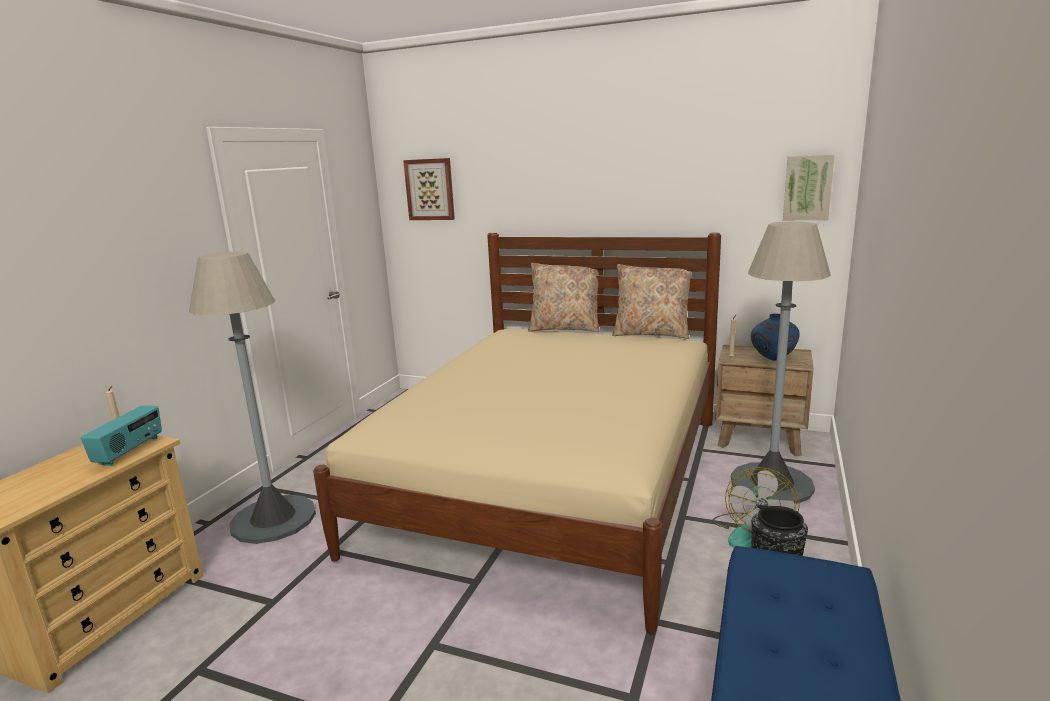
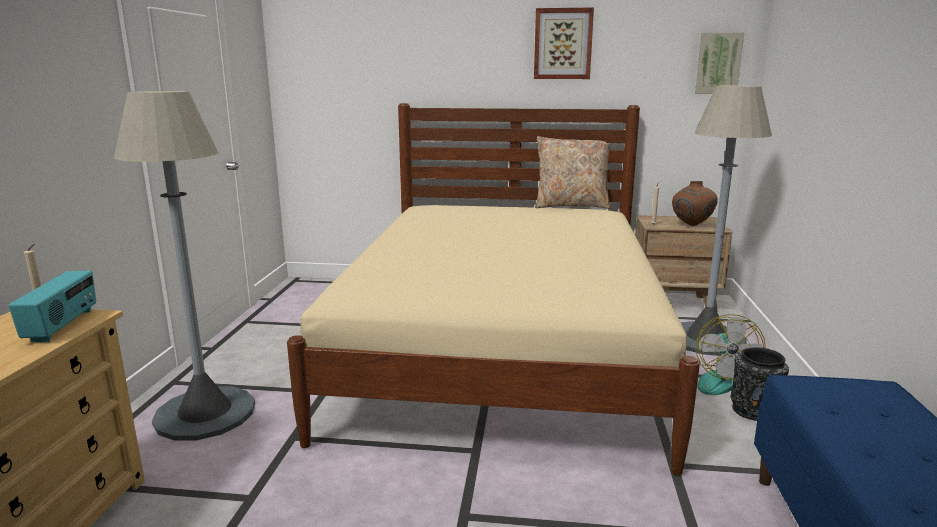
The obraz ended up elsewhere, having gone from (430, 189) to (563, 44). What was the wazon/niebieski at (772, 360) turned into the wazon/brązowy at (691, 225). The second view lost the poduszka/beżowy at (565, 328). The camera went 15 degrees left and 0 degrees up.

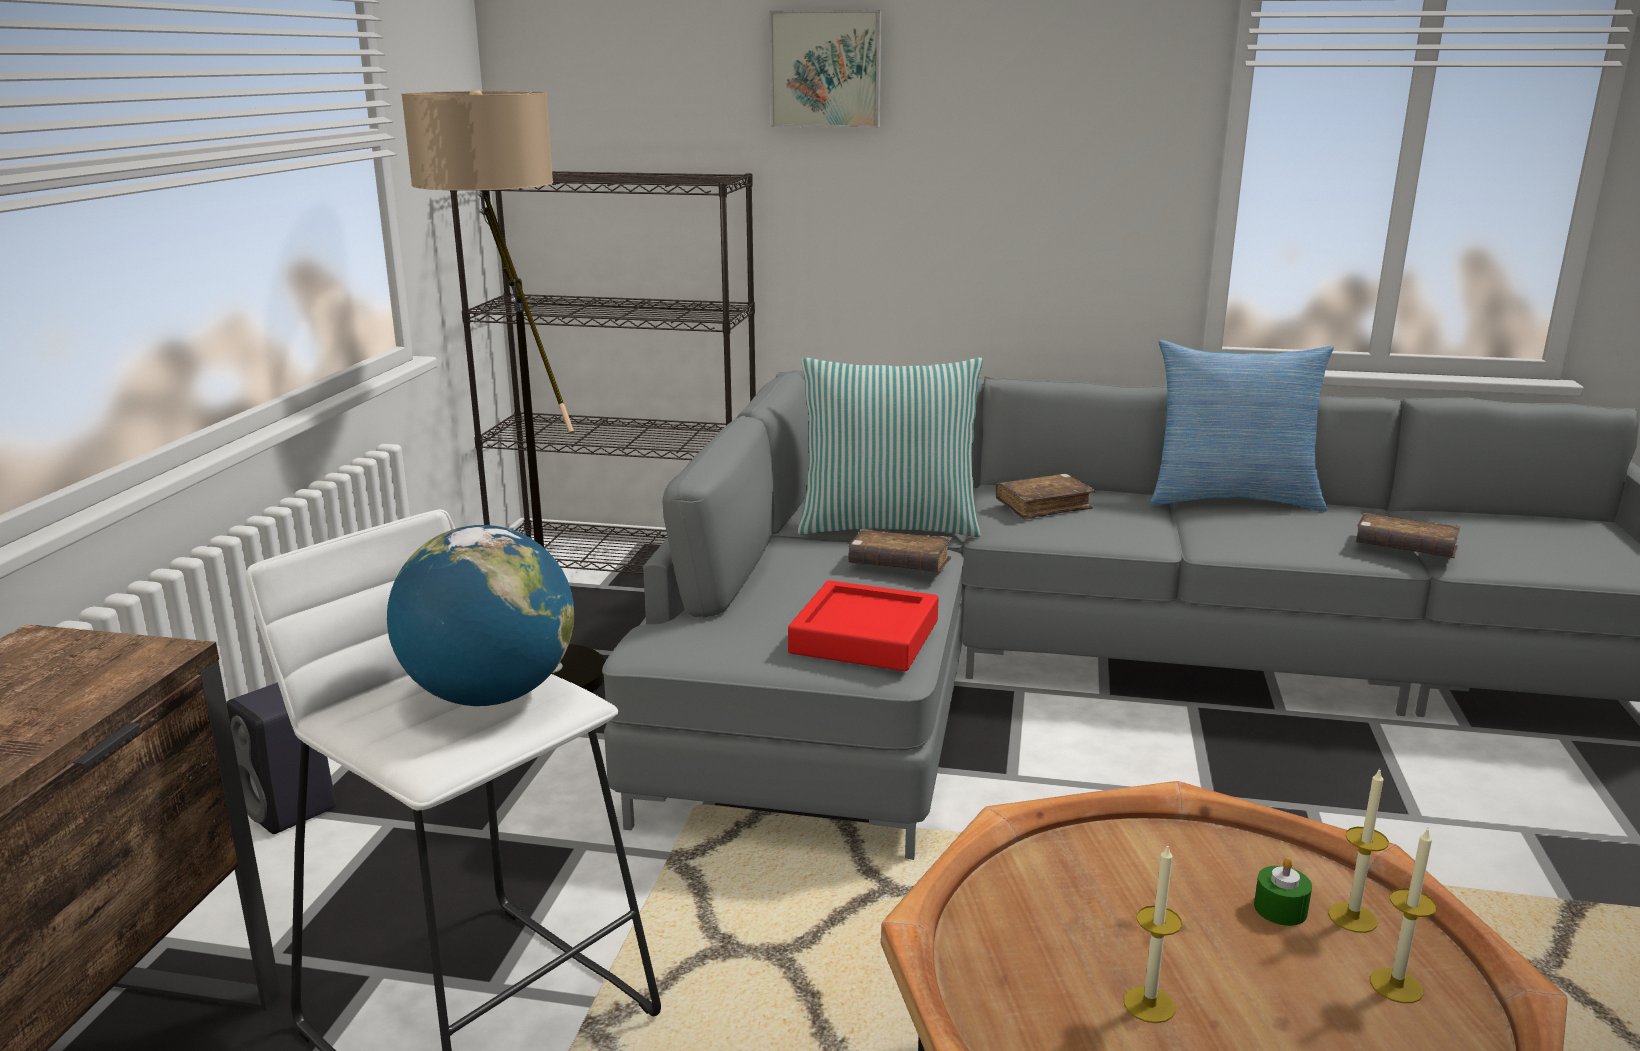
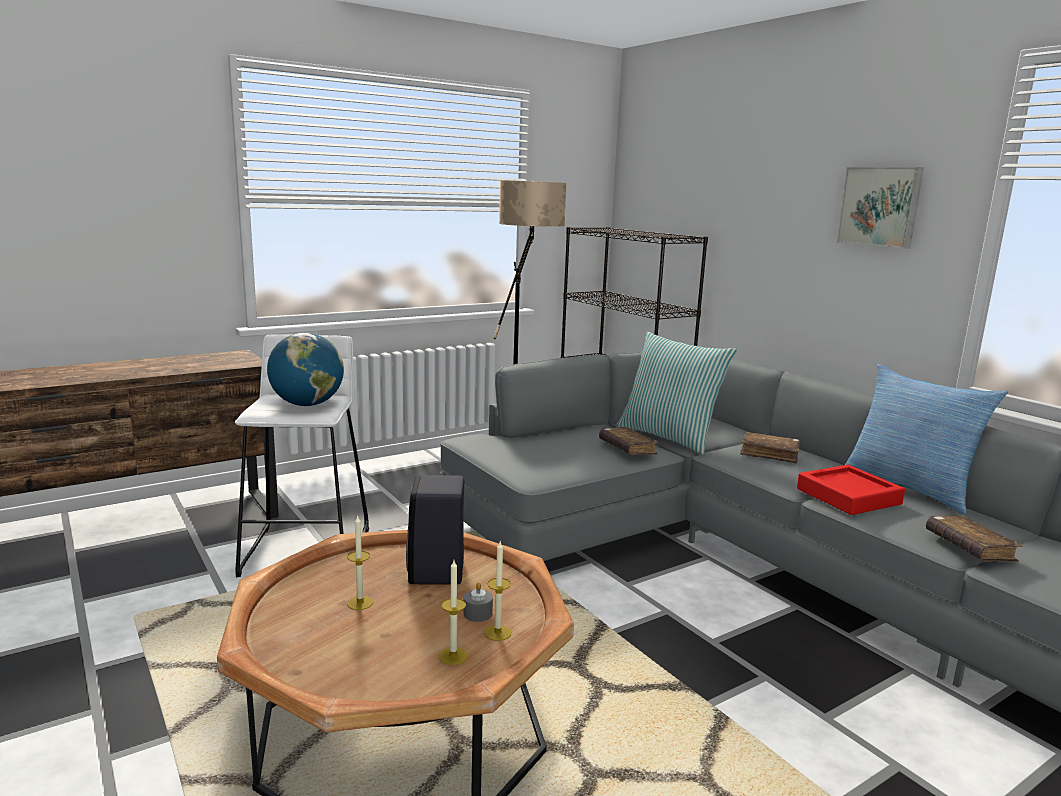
The głośnik/czarny ended up elsewhere, having gone from (291, 809) to (437, 573). What was the świeca/zielony at (1280, 909) turned into the świeca/szary at (478, 613). The taca/czerwony ended up elsewhere, having gone from (864, 637) to (848, 496). The obraz ended up elsewhere, having gone from (826, 69) to (880, 206). The camera went 45 degrees right and 5 degrees down.

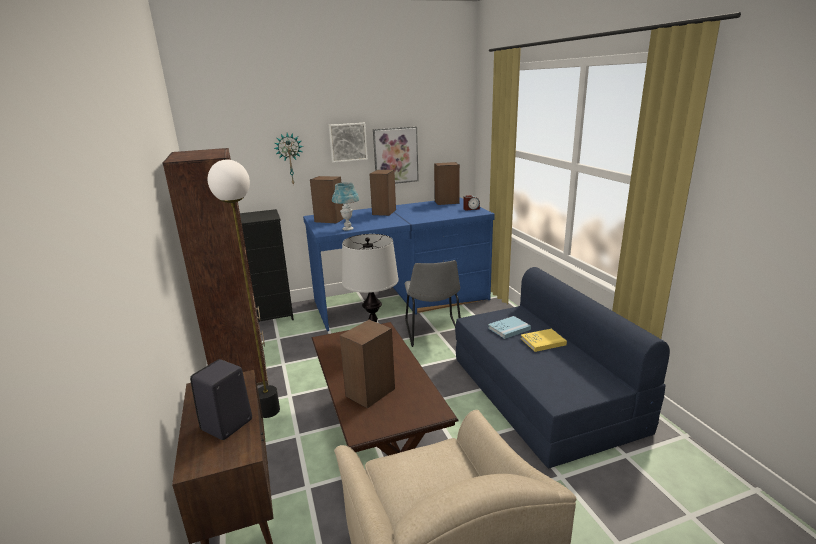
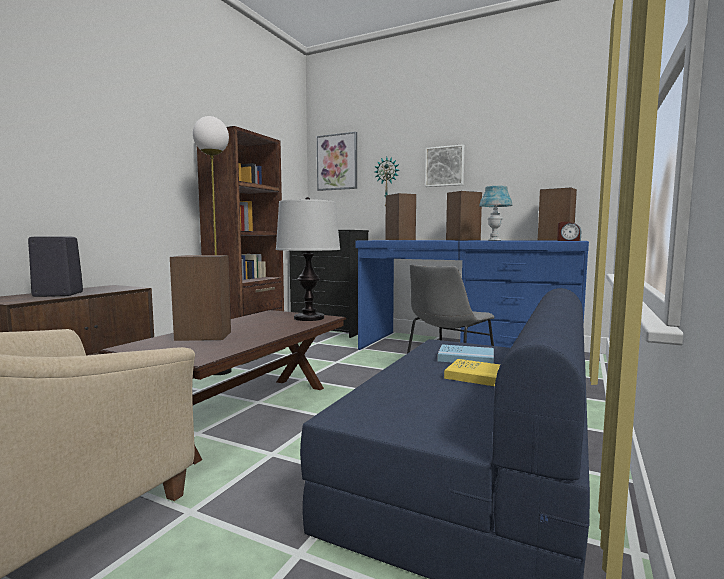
The obraz ended up elsewhere, having gone from (395, 155) to (337, 162). The lampa stołowa/niebieski ended up elsewhere, having gone from (348, 229) to (494, 240). The camera went 45 degrees right and 15 degrees down.

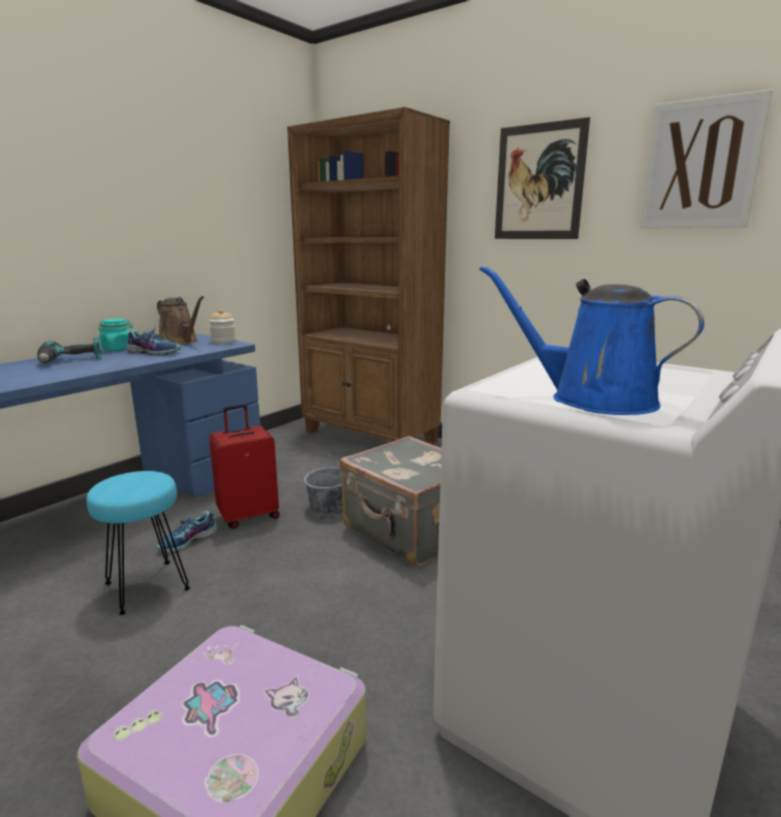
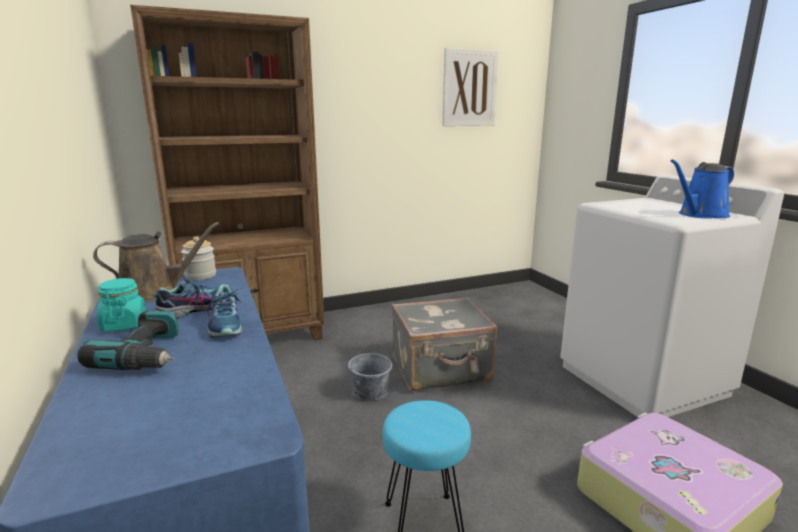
The but ended up elsewhere, having gone from (188, 541) to (226, 324). The second view lost the walizka/czerwony at (248, 516). The second view lost the obraz at (539, 182). The camera went 60 degrees left and 0 degrees up.

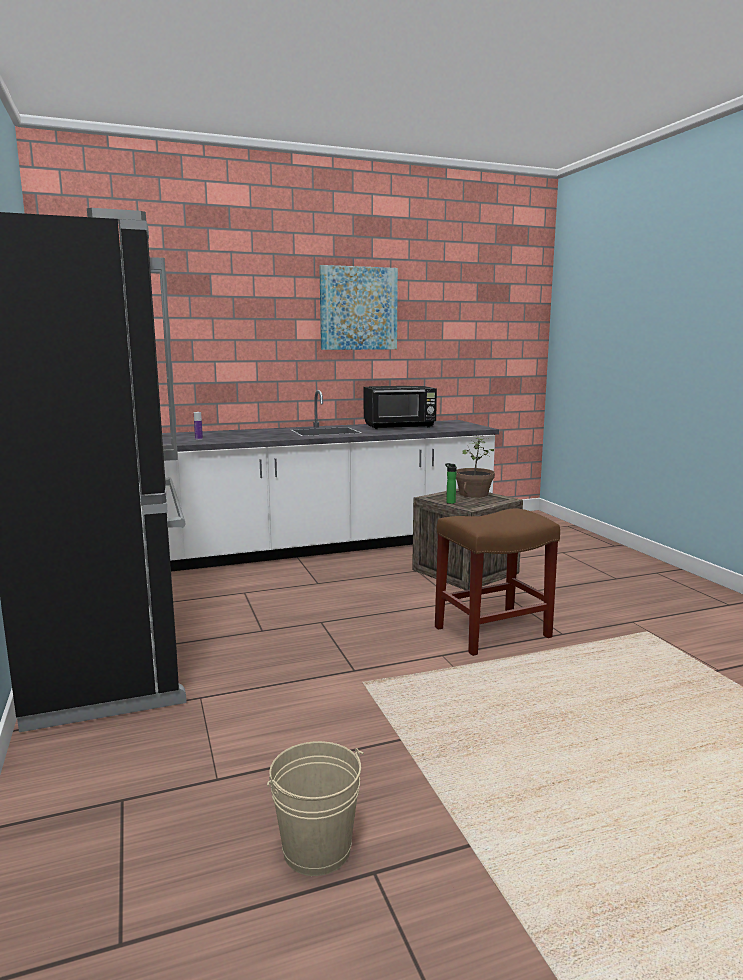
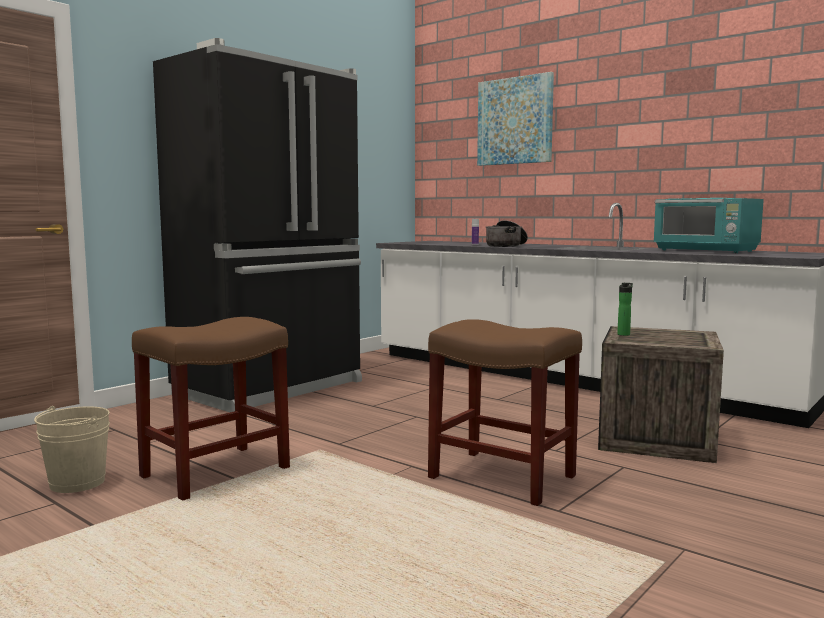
The second view gained the stołek/brązowy at (217, 471). The obraz ended up elsewhere, having gone from (358, 308) to (515, 121). The second view gained the garnek at (506, 245). What was the mikrofalówka/czarny at (400, 426) turned into the mikrofalówka/turkusowy at (706, 251). The second view lost the roślina doniczkowa at (473, 494). The camera went 60 degrees right and 5 degrees down.

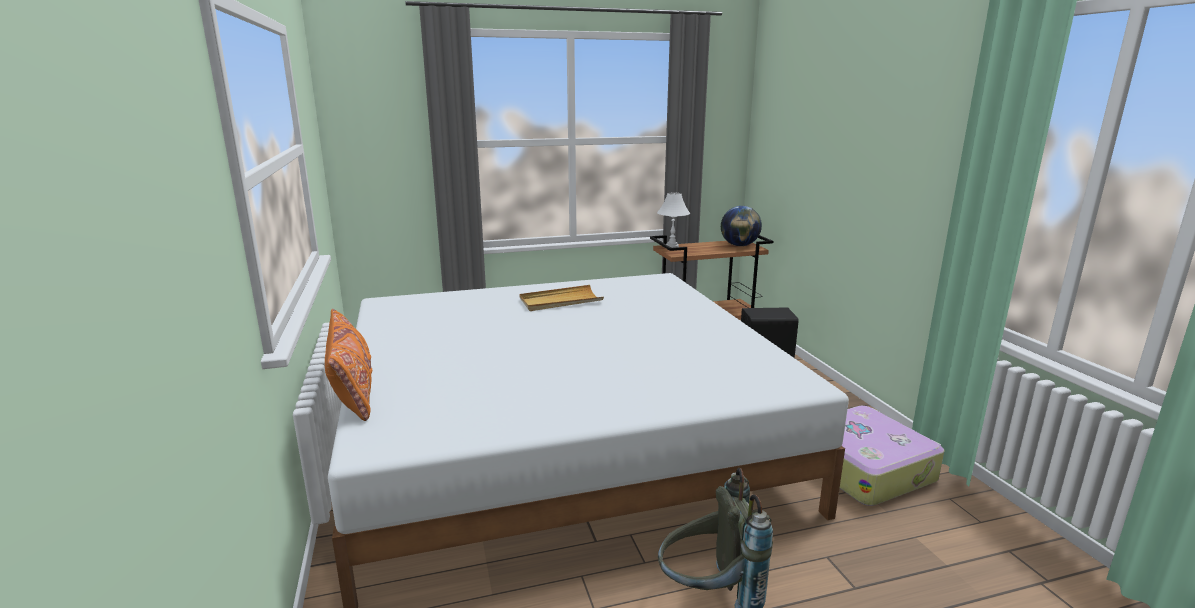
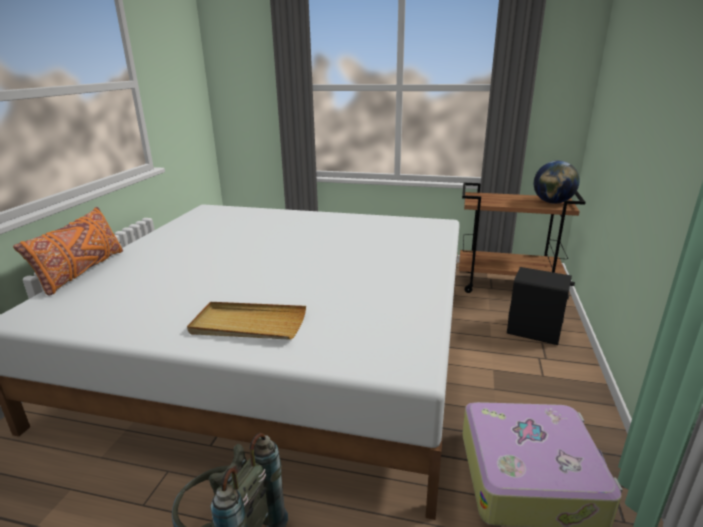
The taca/beżowy ended up elsewhere, having gone from (560, 301) to (248, 325). The second view lost the lampa stołowa/biały at (672, 247). The camera went 30 degrees right and 5 degrees up.

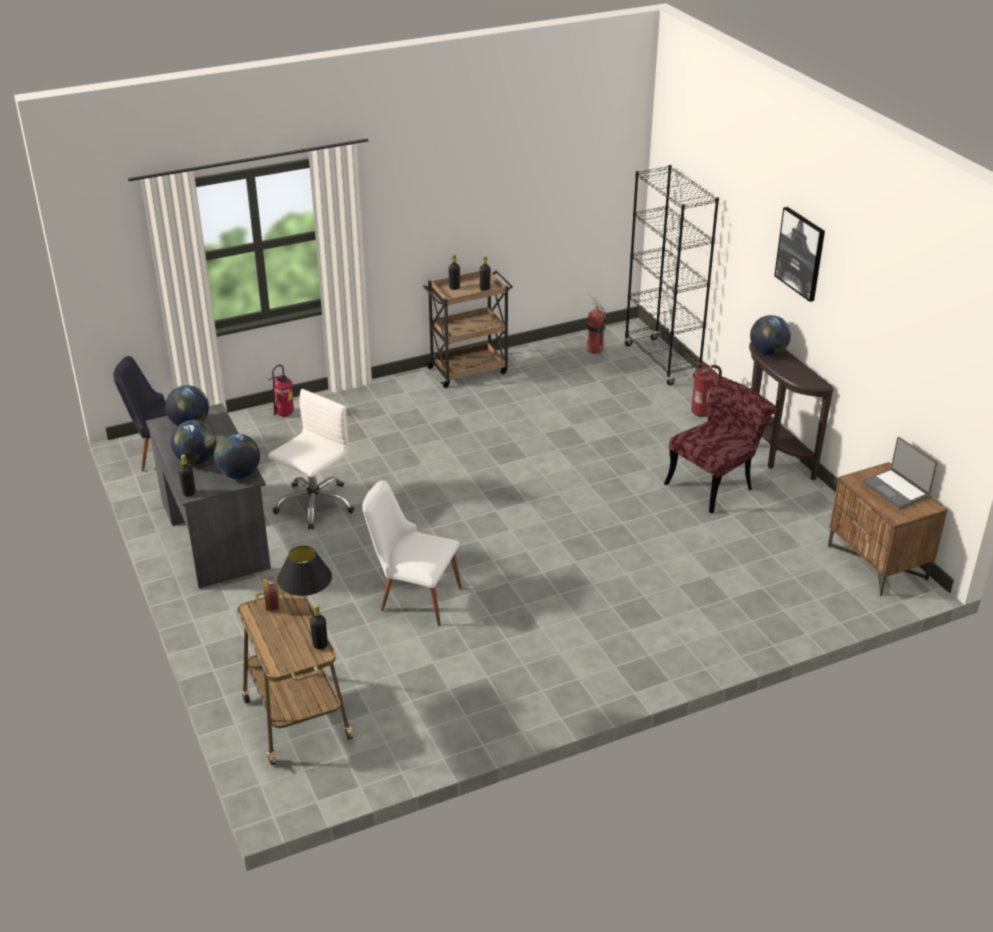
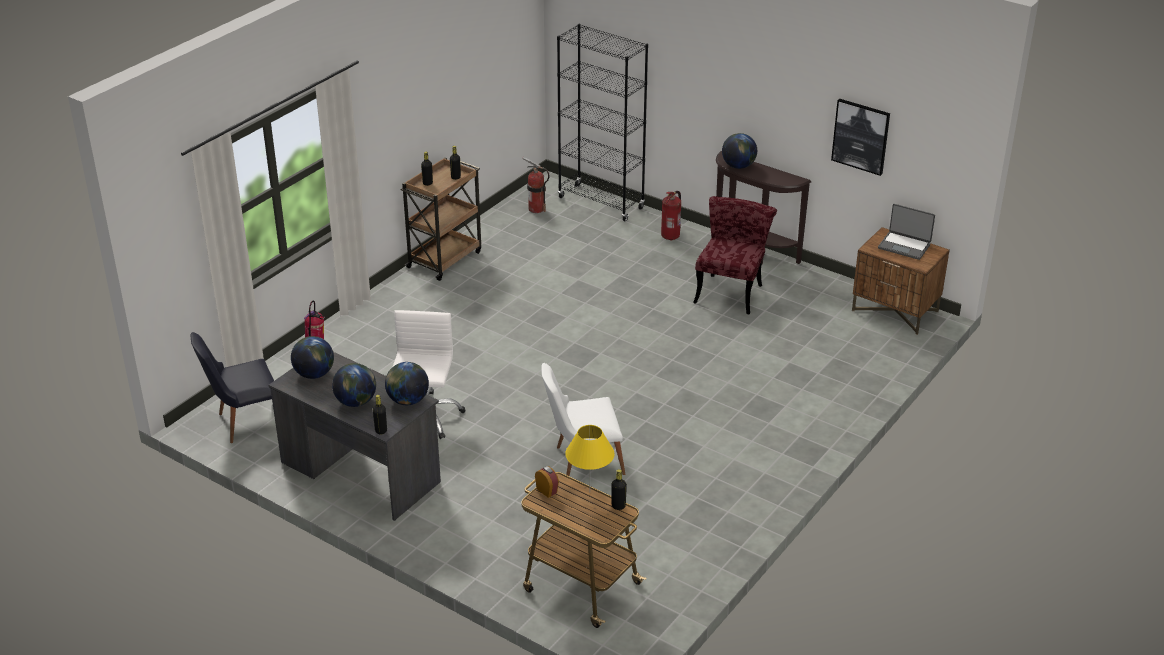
What was the lampa stołowa/czarny at (309, 621) turned into the lampa stołowa/żółty at (589, 492). The obraz ended up elsewhere, having gone from (800, 253) to (861, 136). The camera went 30 degrees left and 0 degrees up.

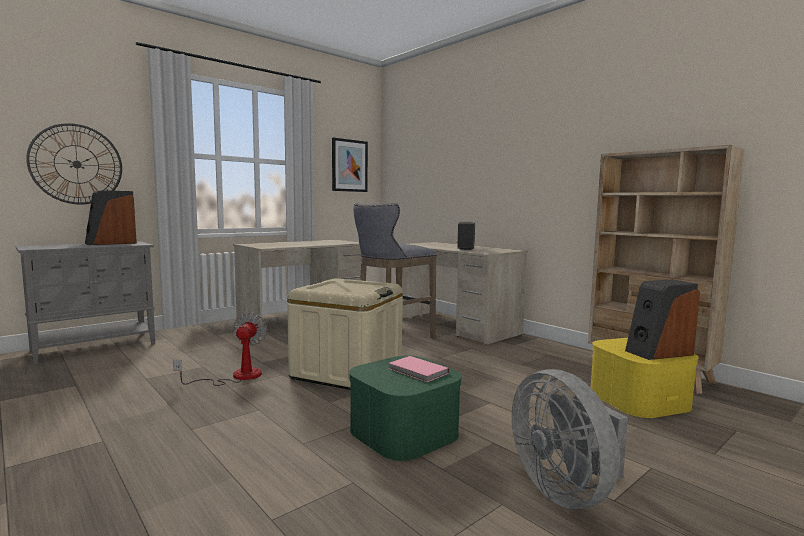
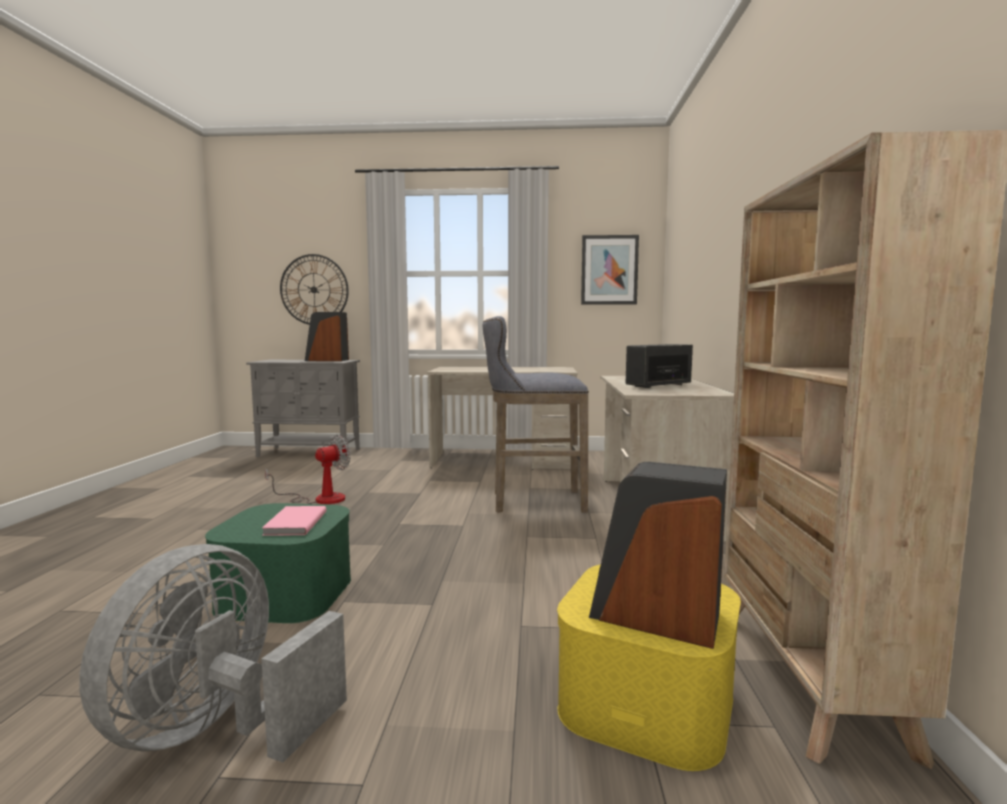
The second view lost the pojemnik do przechowywania/beżowy at (347, 371). The camera went 45 degrees right and 0 degrees up.

